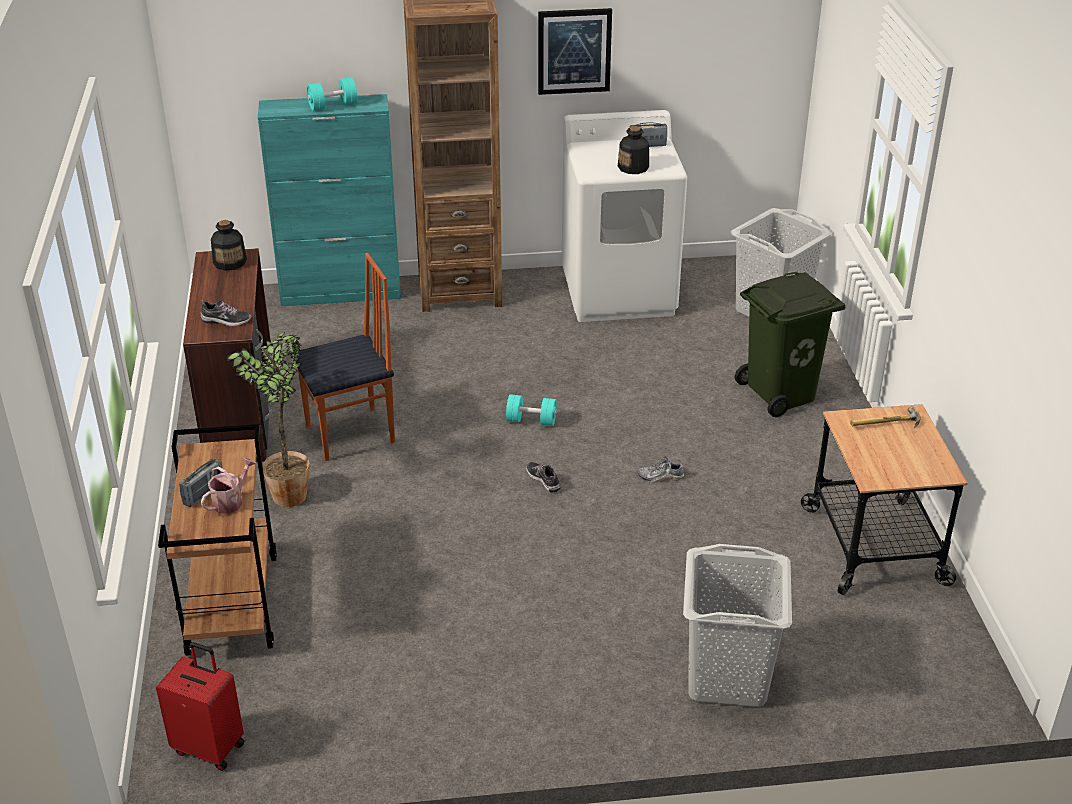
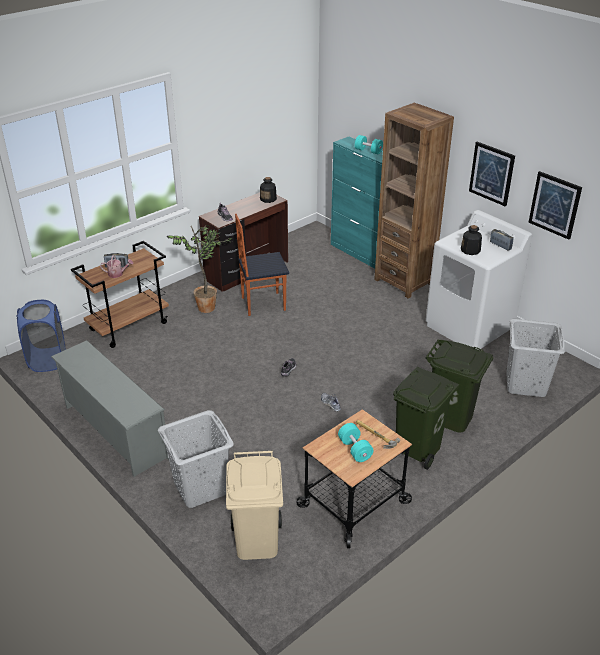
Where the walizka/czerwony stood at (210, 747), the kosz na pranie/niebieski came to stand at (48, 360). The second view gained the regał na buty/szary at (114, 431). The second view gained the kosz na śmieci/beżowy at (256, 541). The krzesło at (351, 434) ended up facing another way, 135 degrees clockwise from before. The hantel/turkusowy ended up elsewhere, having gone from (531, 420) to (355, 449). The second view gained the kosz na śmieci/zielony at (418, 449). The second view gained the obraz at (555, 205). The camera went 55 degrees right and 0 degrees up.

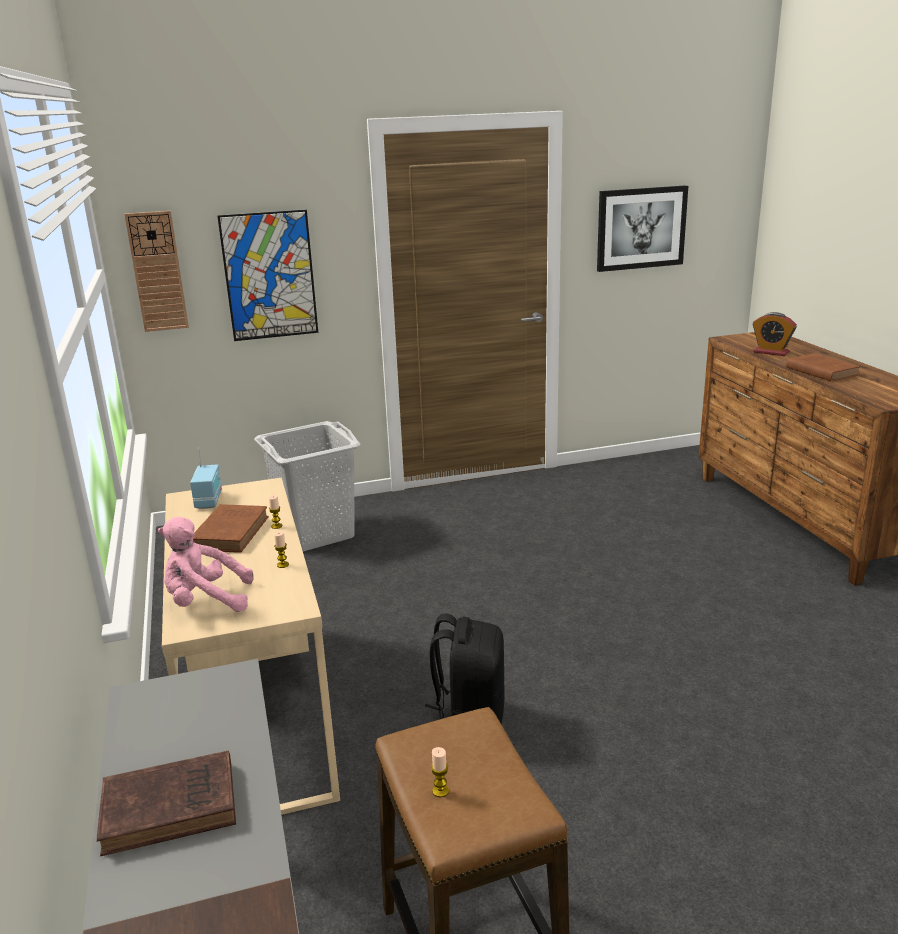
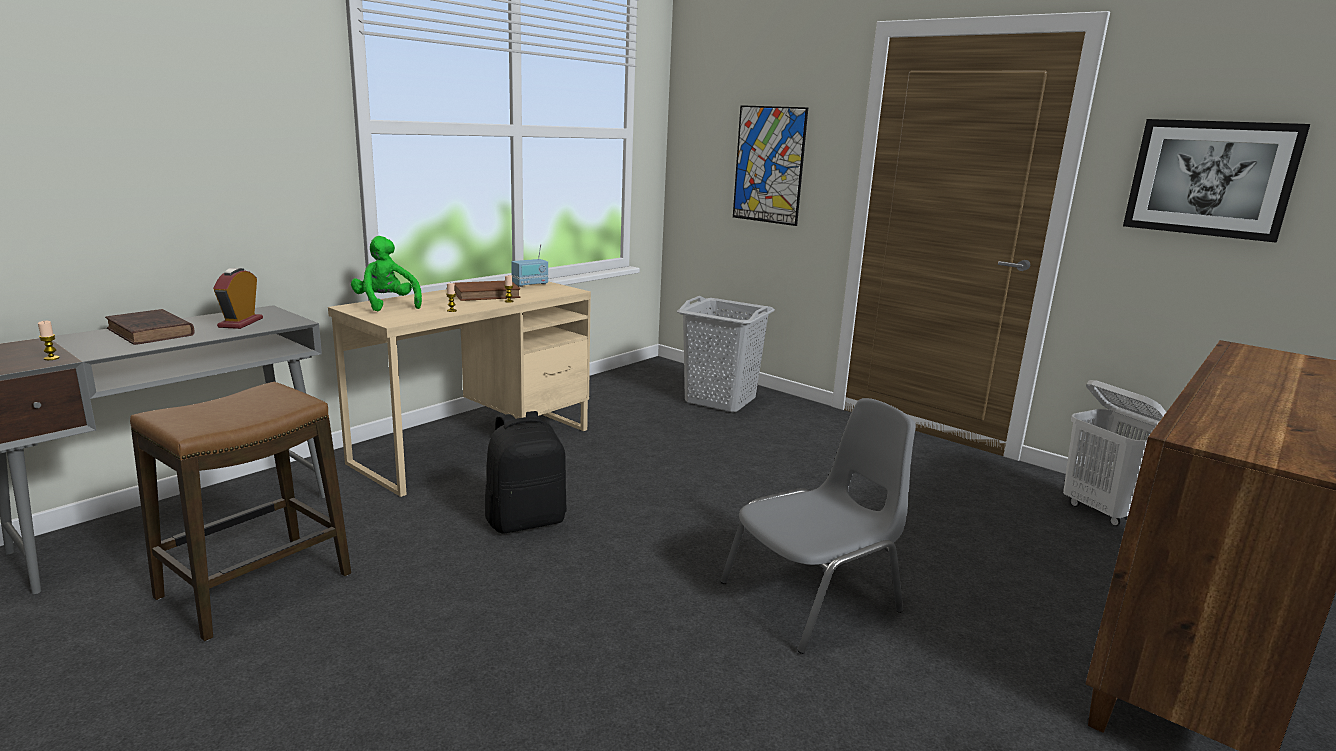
The świeca ended up elsewhere, having gone from (440, 791) to (51, 358). The budzik ended up elsewhere, having gone from (771, 352) to (240, 323). What was the pluszak/różowy at (205, 601) turned into the pluszak/zielony at (386, 305). The second view gained the krzesło/szary at (814, 598). The second view gained the kosz na pranie/biały at (1101, 512). The second view lost the zegar ścienny at (157, 272). The second view lost the książka/brązowy at (820, 371). The camera went 55 degrees right and 5 degrees down.

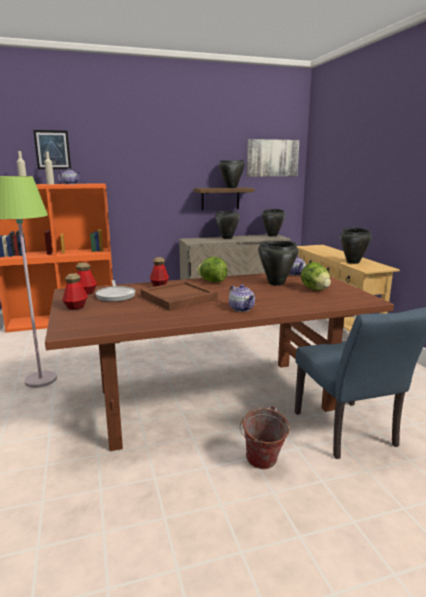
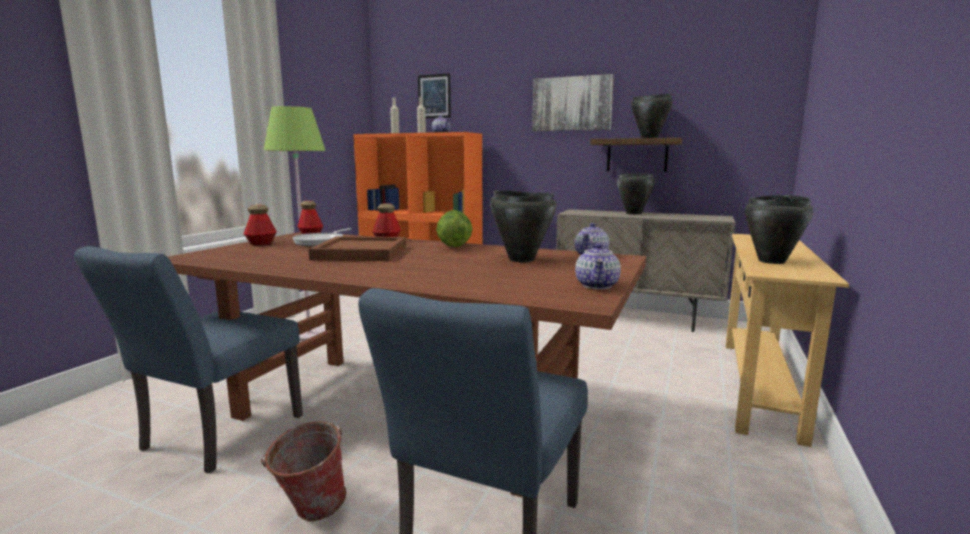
The second view gained the krzesło/niebieski at (214, 437). The obraz ended up elsewhere, having gone from (272, 158) to (572, 104). The imbryk ended up elsewhere, having gone from (241, 308) to (597, 285). The second view lost the garnek/czarny at (272, 235). The second view lost the sałata at (315, 289). The camera went 40 degrees right and 5 degrees down.

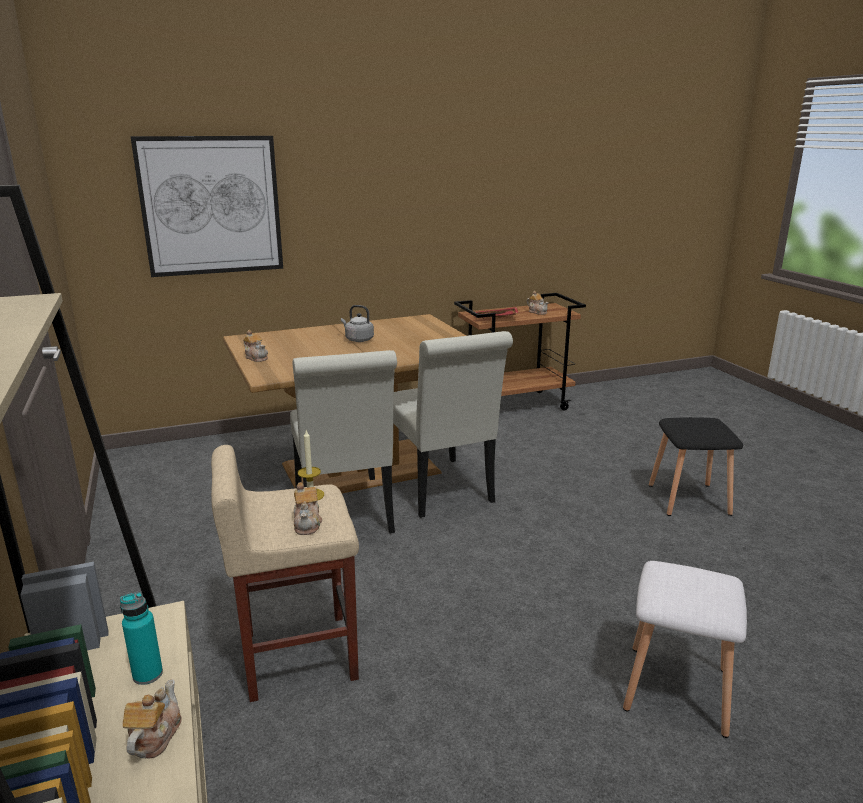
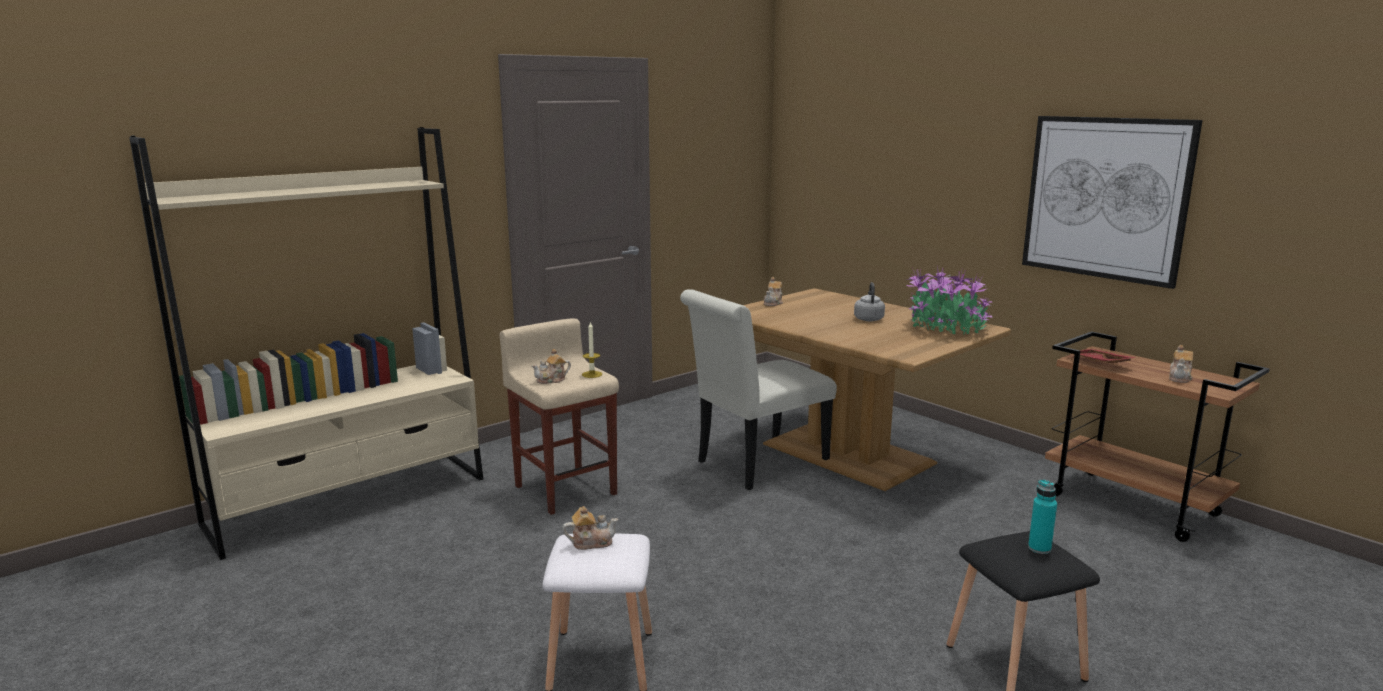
The imbryk ended up elsewhere, having gone from (154, 736) to (591, 542). The second view gained the roślina doniczkowa at (945, 328). The obraz ended up elsewhere, having gone from (211, 206) to (1105, 198). The butelka/turkusowy ended up elsewhere, having gone from (147, 674) to (1039, 548). The second view lost the krzesło/biały at (441, 491). The camera went 70 degrees right and 5 degrees down.

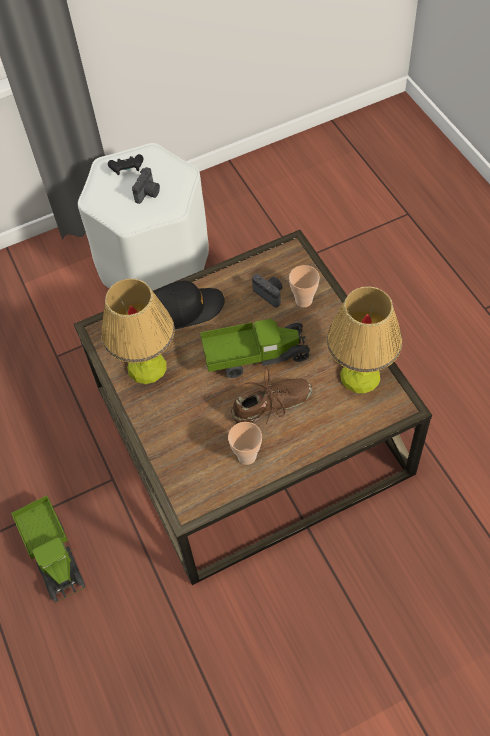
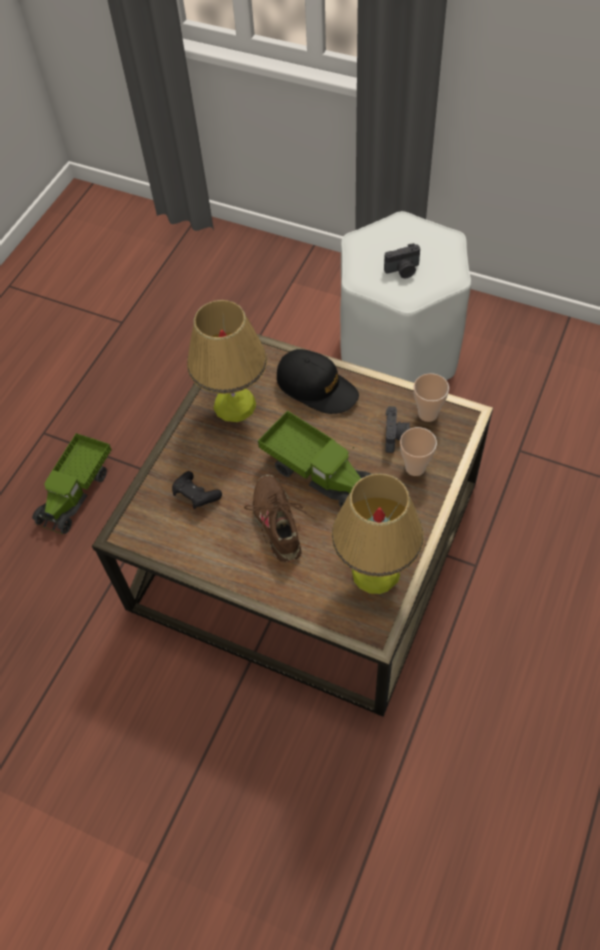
The pad do gier/czarny ended up elsewhere, having gone from (127, 170) to (196, 495). The but/brązowy at (271, 405) ended up facing another way, 135 degrees counterclockwise from before. The filiżanka ended up elsewhere, having gone from (247, 456) to (427, 414). The camera went 50 degrees right and 0 degrees up.

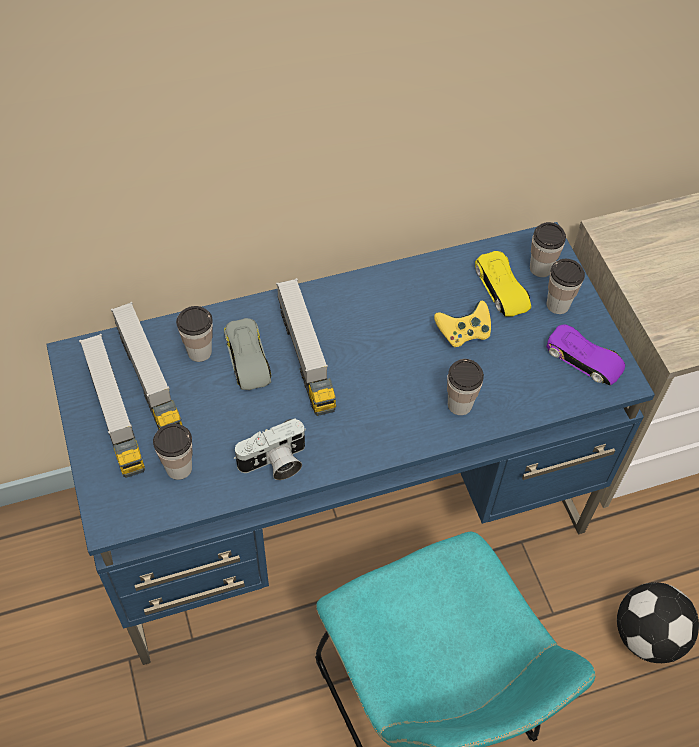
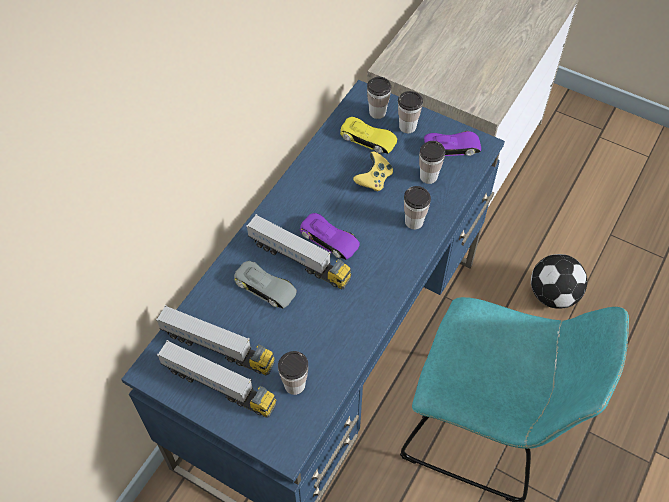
The second view gained the samochodzik/fioletowy at (329, 239). The filiżanka ended up elsewhere, having gone from (199, 351) to (428, 176). The second view lost the aparat fotograficzny at (275, 463). The camera went 40 degrees left and 0 degrees up.

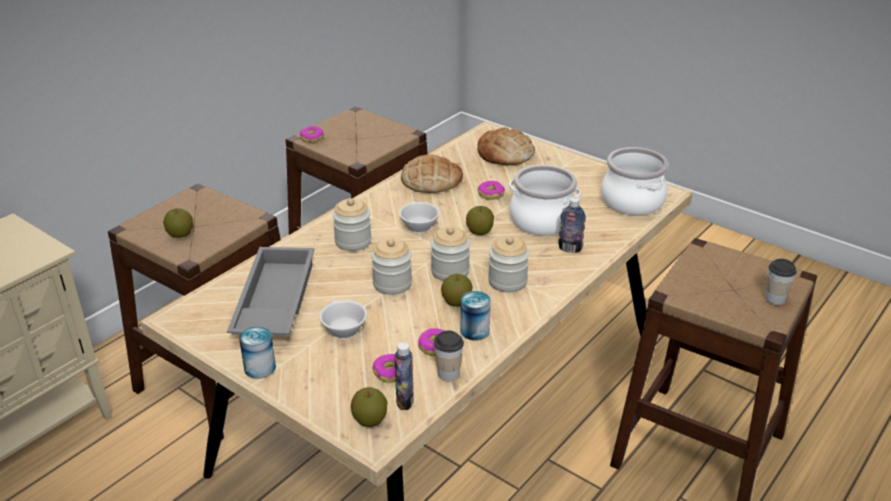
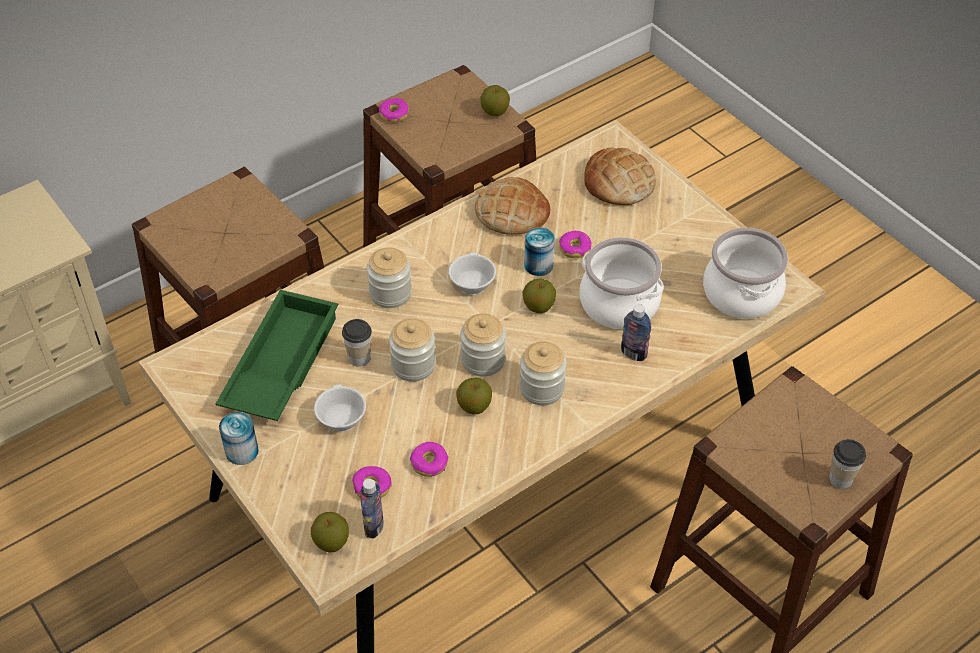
What was the taca/szary at (273, 301) turned into the taca/zielony at (279, 364). The filiżanka ended up elsewhere, having gone from (448, 374) to (359, 358). The jabłko ended up elsewhere, having gone from (180, 235) to (495, 112). The puszka ended up elsewhere, having gone from (474, 331) to (538, 265). The camera went 15 degrees right and 15 degrees up.

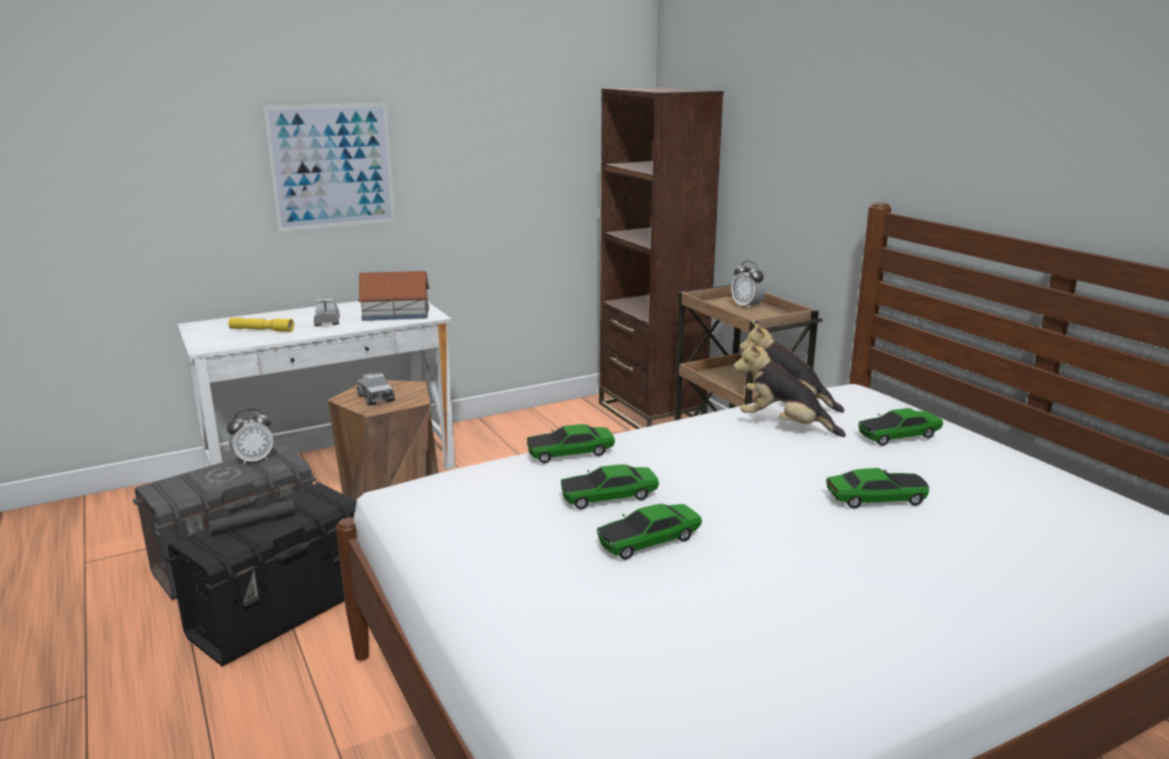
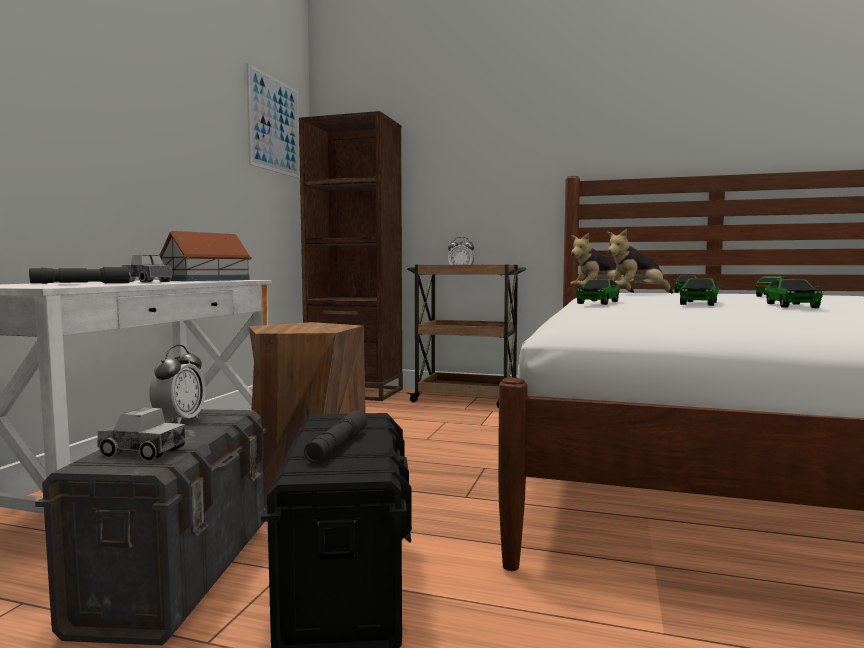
What was the latarka/żółty at (261, 330) turned into the latarka/szary at (81, 284). The ciężarówka zabawkowa ended up elsewhere, having gone from (376, 398) to (142, 452). The obraz ended up elsewhere, having gone from (332, 166) to (274, 125). The camera went 45 degrees left and 15 degrees down.

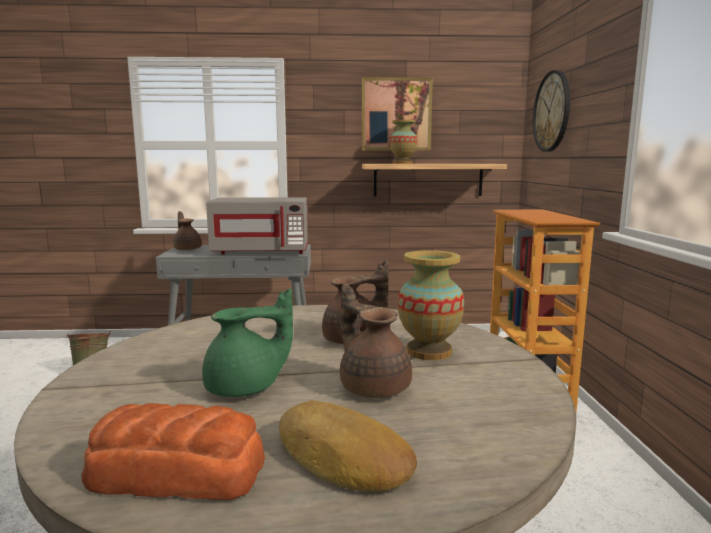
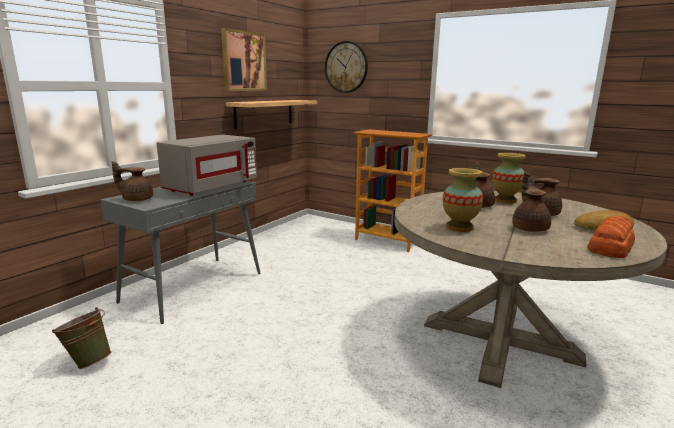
The wazon ended up elsewhere, having gone from (403, 163) to (459, 227). What was the imbryk/zielony at (246, 388) turned into the imbryk/brązowy at (530, 228). The camera went 55 degrees left and 5 degrees up.

